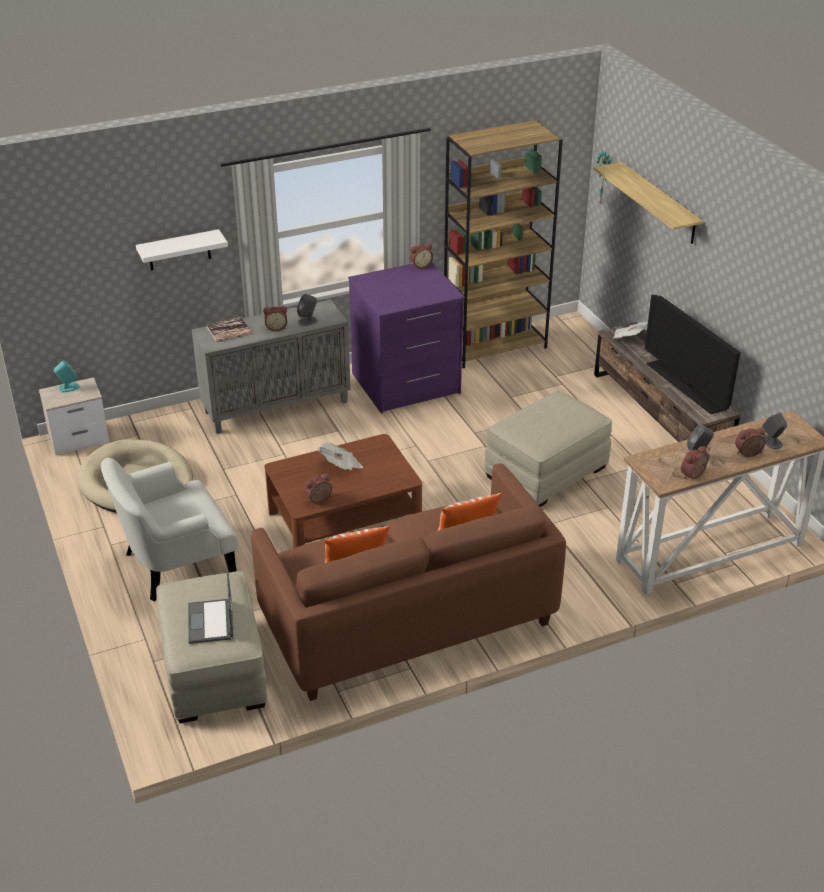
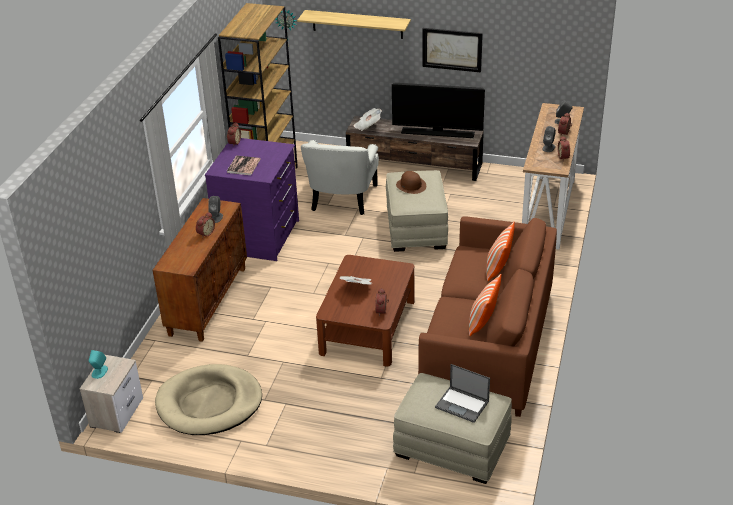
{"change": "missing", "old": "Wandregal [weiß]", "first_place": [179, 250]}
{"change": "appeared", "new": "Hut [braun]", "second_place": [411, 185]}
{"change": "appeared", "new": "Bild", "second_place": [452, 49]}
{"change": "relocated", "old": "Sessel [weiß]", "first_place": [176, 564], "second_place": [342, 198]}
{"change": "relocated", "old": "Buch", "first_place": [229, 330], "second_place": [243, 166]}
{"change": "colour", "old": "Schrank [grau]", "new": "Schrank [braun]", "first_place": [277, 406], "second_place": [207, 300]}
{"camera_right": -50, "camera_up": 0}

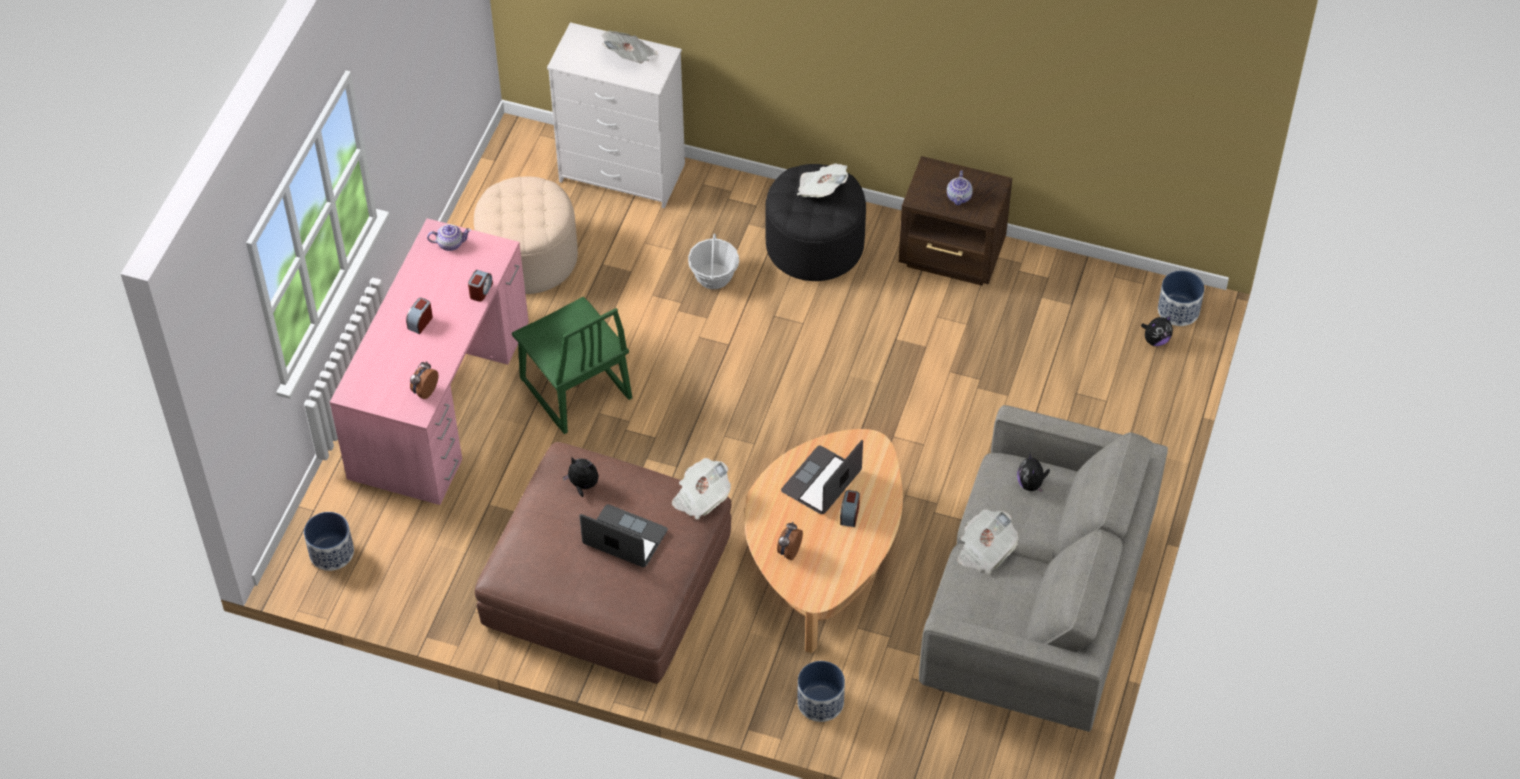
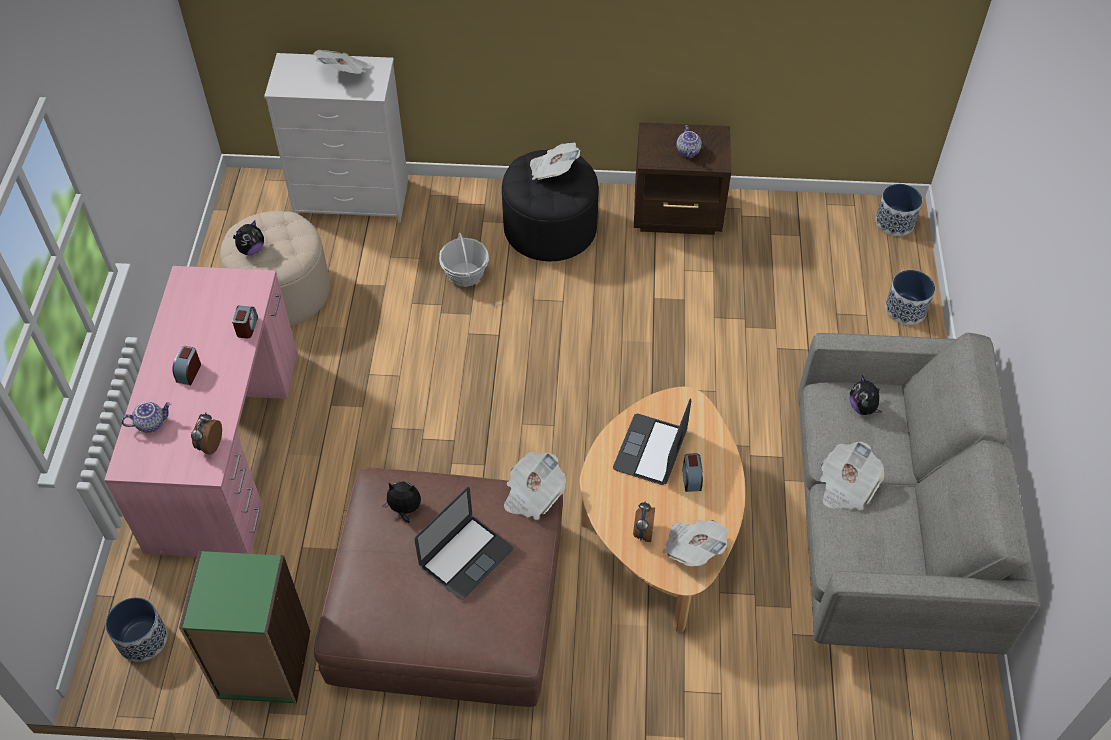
{"change": "missing", "old": "Stuhl [grün]", "first_place": [575, 390]}
{"change": "appeared", "new": "Bücherregal [grün]", "second_place": [264, 665]}
{"change": "appeared", "new": "Zeitung", "second_place": [693, 549]}
{"change": "relocated", "old": "Teekanne", "first_place": [450, 243], "second_place": [151, 423]}
{"change": "relocated", "old": "Pflanzkübel", "first_place": [821, 702], "second_place": [906, 309]}
{"change": "relocated", "old": "Plüschtier", "first_place": [1155, 340], "second_place": [251, 249]}
{"change": "spun", "old": "Laptop", "first_place": [625, 537], "second_place": [466, 557], "degrees": 120}
{"camera_right": -15, "camera_up": 0}

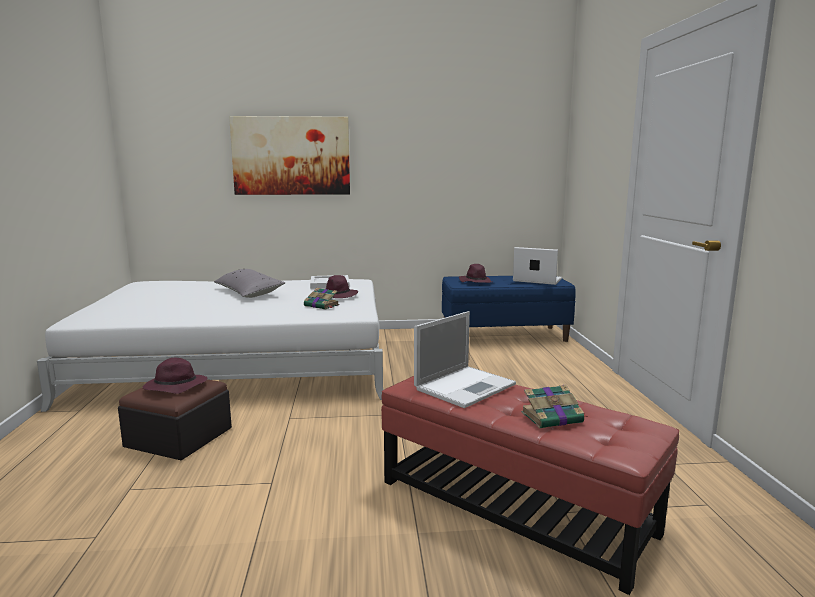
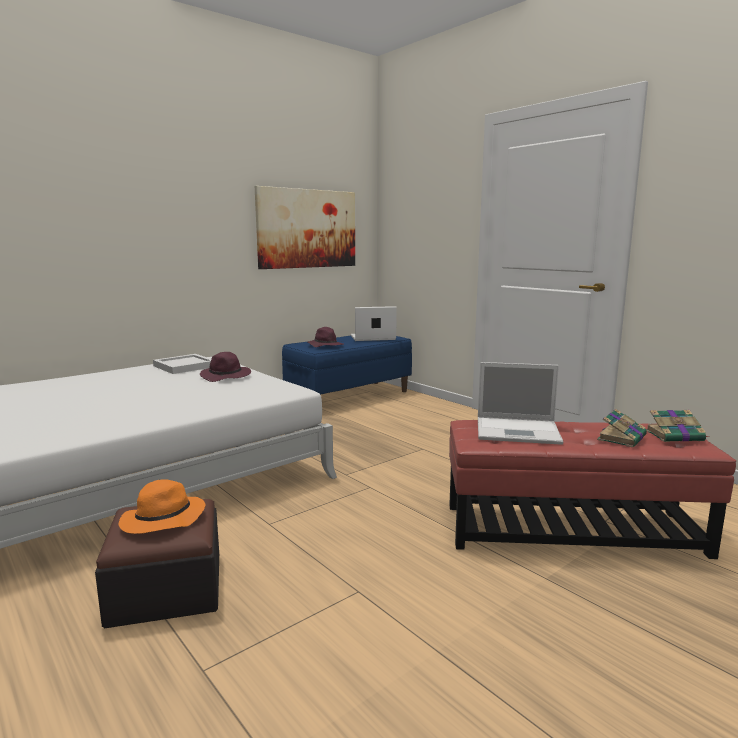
{"change": "missing", "old": "Kissen [grau]", "first_place": [248, 292]}
{"change": "relocated", "old": "Bild", "first_place": [291, 156], "second_place": [307, 229]}
{"change": "relocated", "old": "Buch", "first_place": [322, 305], "second_place": [676, 436]}
{"change": "colour", "old": "Hut [lila]", "new": "Hut [orange]", "first_place": [174, 387], "second_place": [162, 520]}
{"change": "spun", "old": "Laptop", "first_place": [466, 386], "second_place": [519, 431], "degrees": 90}
{"camera_right": -35, "camera_up": 0}

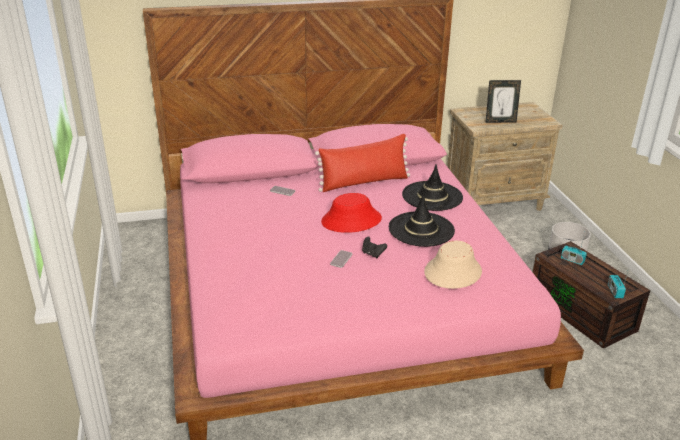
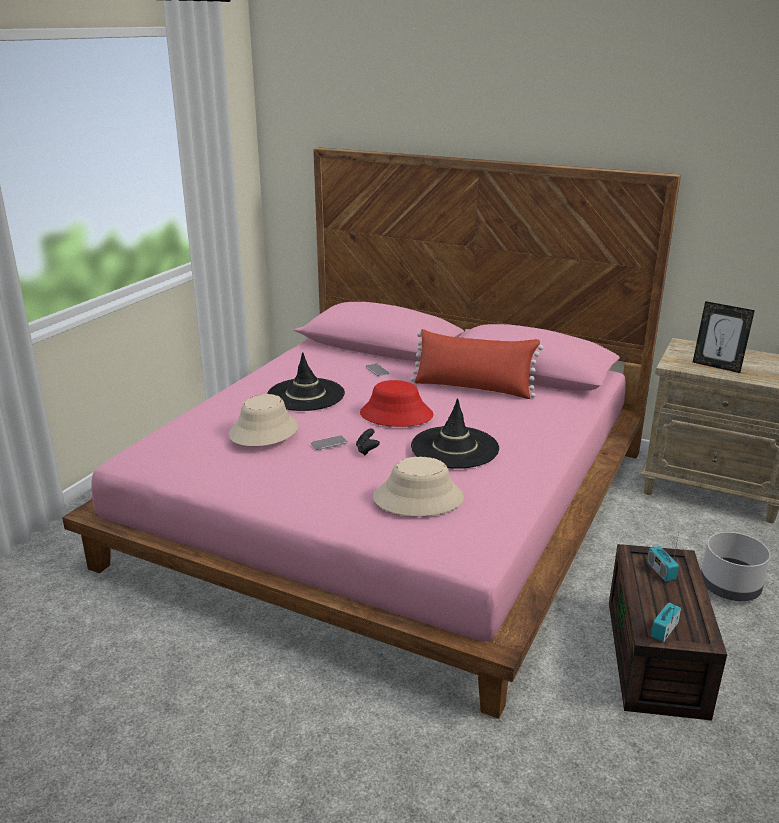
{"change": "appeared", "new": "Hut [beige]", "second_place": [263, 431]}
{"change": "relocated", "old": "Hut [schwarz]", "first_place": [432, 196], "second_place": [306, 395]}
{"camera_right": 40, "camera_up": -5}

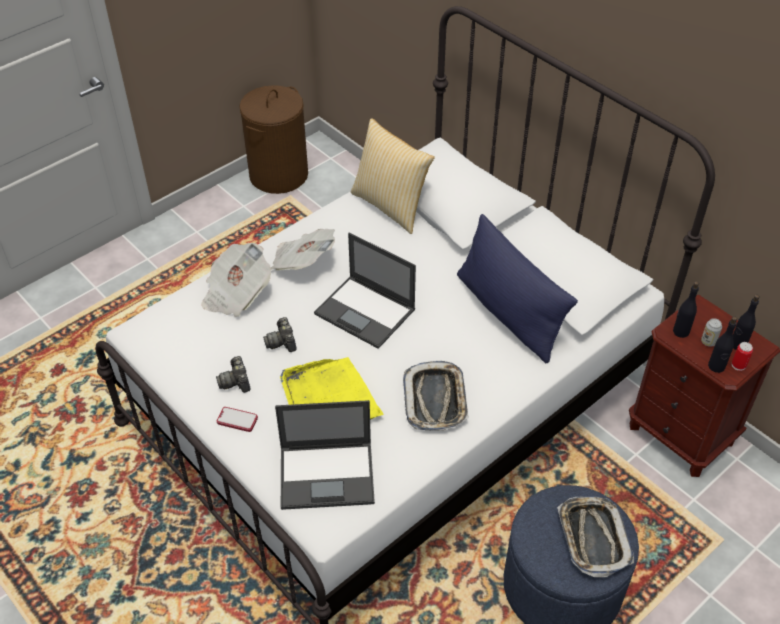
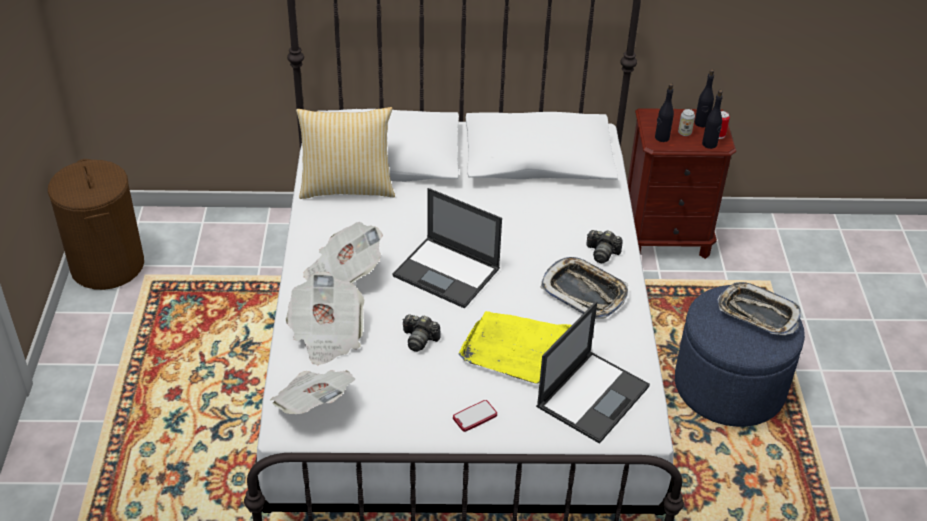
{"change": "missing", "old": "Kissen [blau]", "first_place": [508, 313]}
{"change": "appeared", "new": "Zeitung", "second_place": [313, 404]}
{"change": "relocated", "old": "Kamera", "first_place": [236, 381], "second_place": [602, 253]}
{"change": "spun", "old": "Laptop", "first_place": [366, 312], "second_place": [447, 273], "degrees": 45}
{"camera_right": -50, "camera_up": -5}

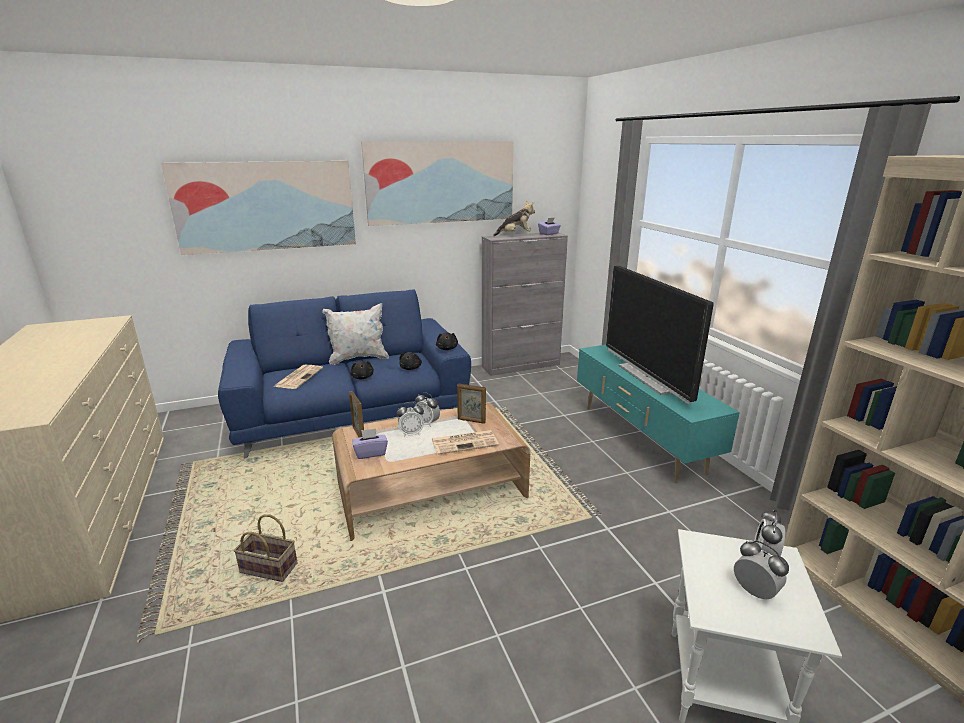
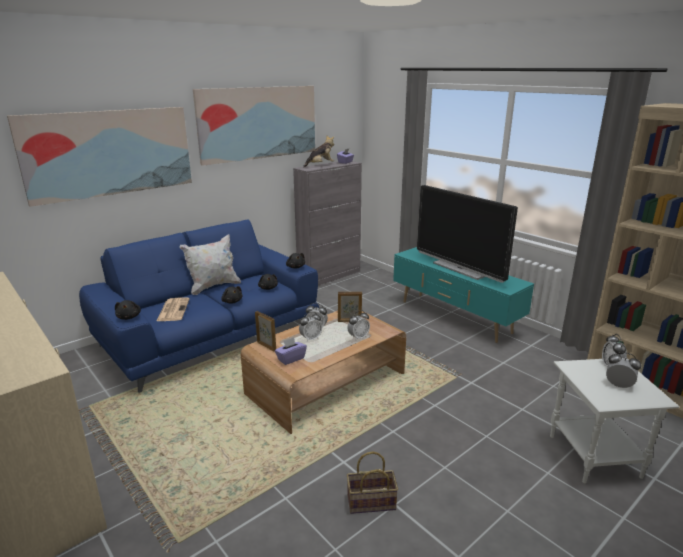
{"change": "appeared", "new": "Plüschtier [schwarz]", "second_place": [129, 317]}
{"change": "relocated", "old": "Korb", "first_place": [267, 569], "second_place": [370, 503]}
{"change": "exchanged", "old": "Zeitung", "new": "Wecker", "first_place": [465, 442], "second_place": [358, 337]}
{"camera_right": -20, "camera_up": 0}

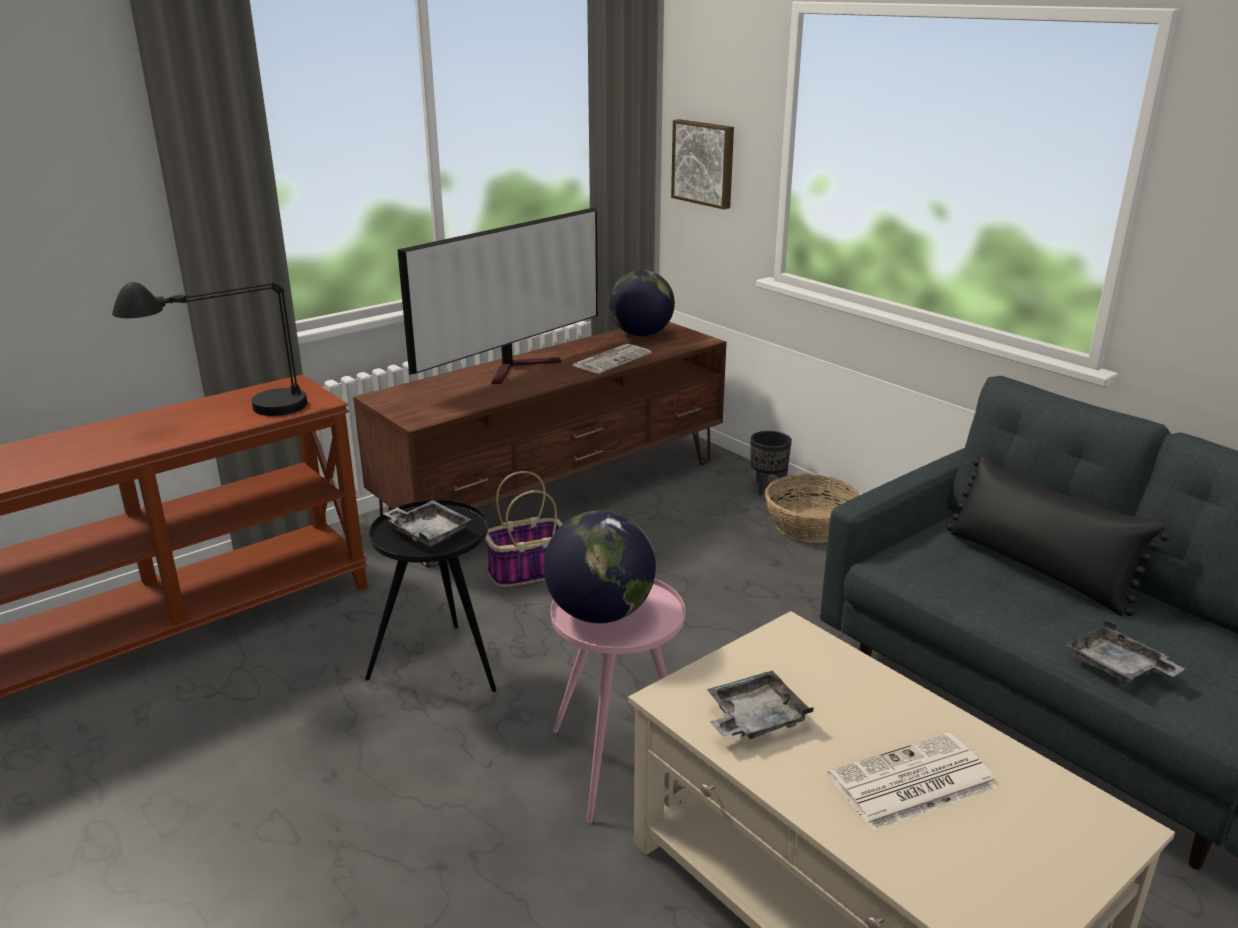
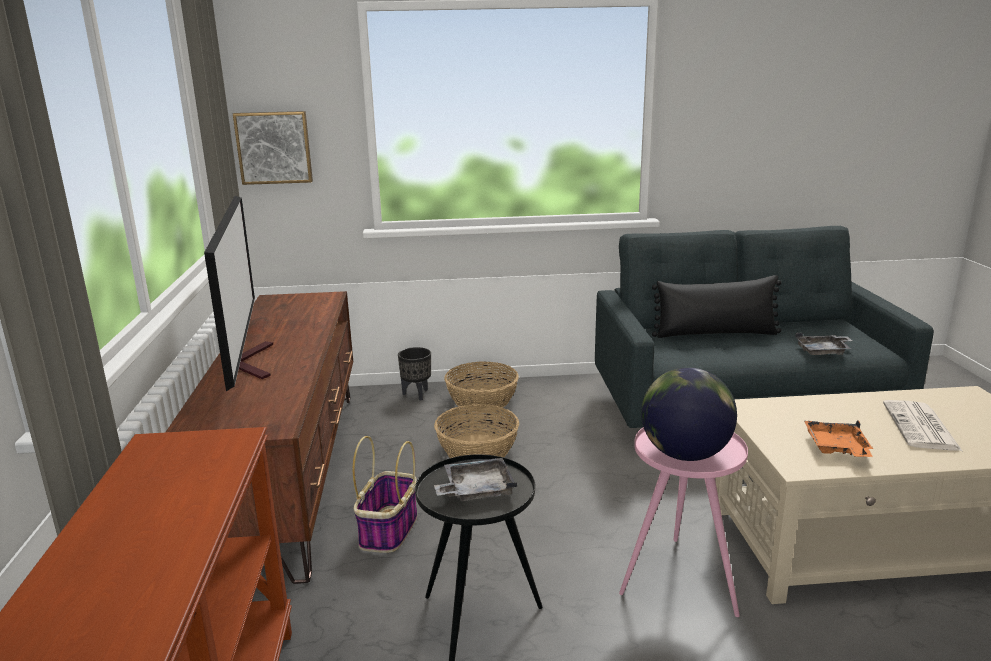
{"change": "missing", "old": "Tischlampe [schwarz]", "first_place": [232, 416]}
{"change": "missing", "old": "Zeitung", "first_place": [612, 359]}
{"change": "missing", "old": "Globus", "first_place": [641, 334]}
{"change": "appeared", "new": "Korb", "second_place": [477, 449]}
{"change": "colour", "old": "Tablett [grau]", "new": "Tablett [orange]", "first_place": [754, 718], "second_place": [836, 448]}
{"camera_right": -55, "camera_up": -5}

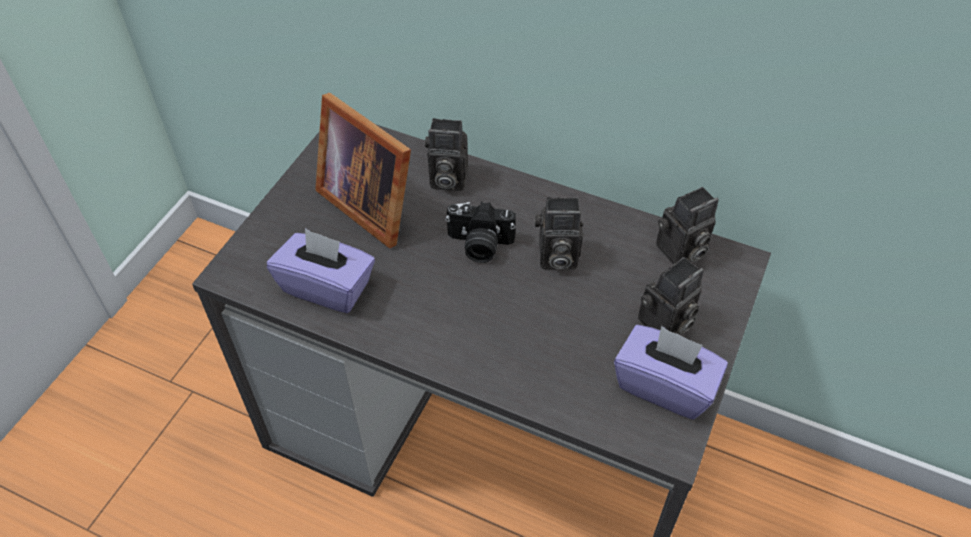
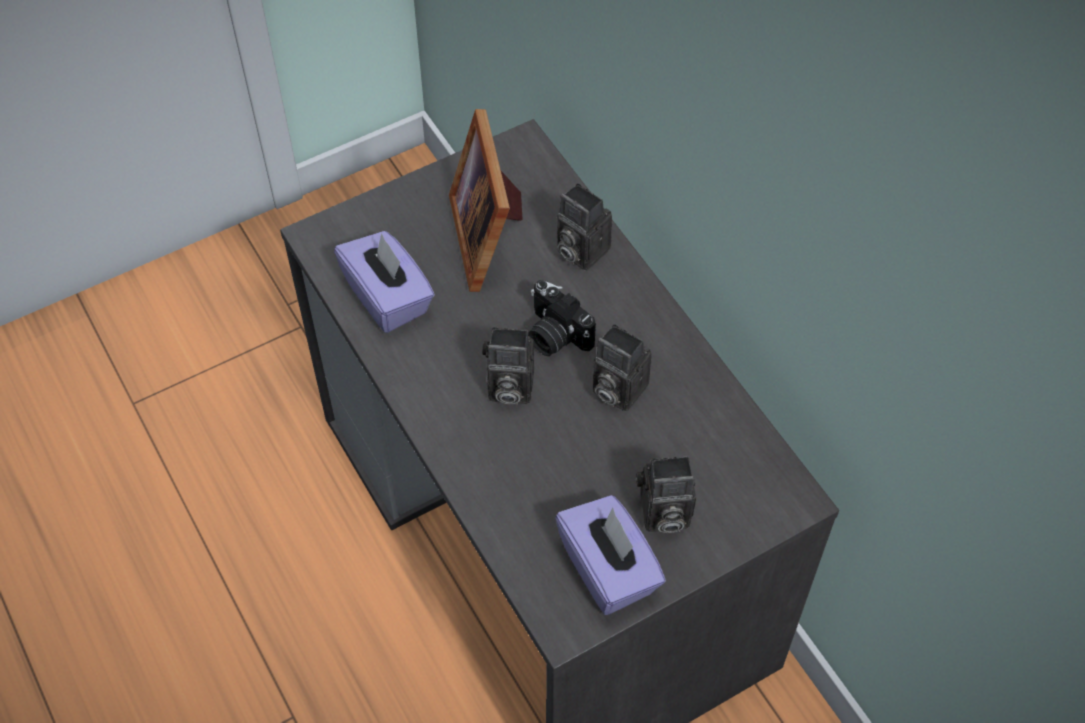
{"change": "relocated", "old": "Kamera", "first_place": [680, 252], "second_place": [508, 388]}
{"camera_right": 35, "camera_up": 5}

